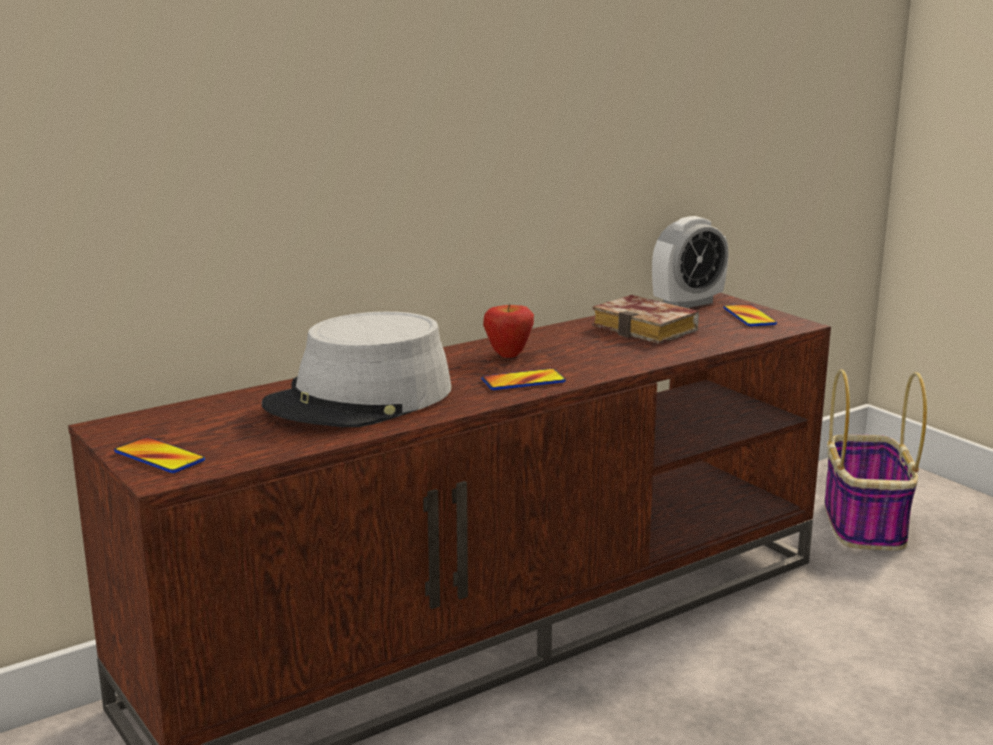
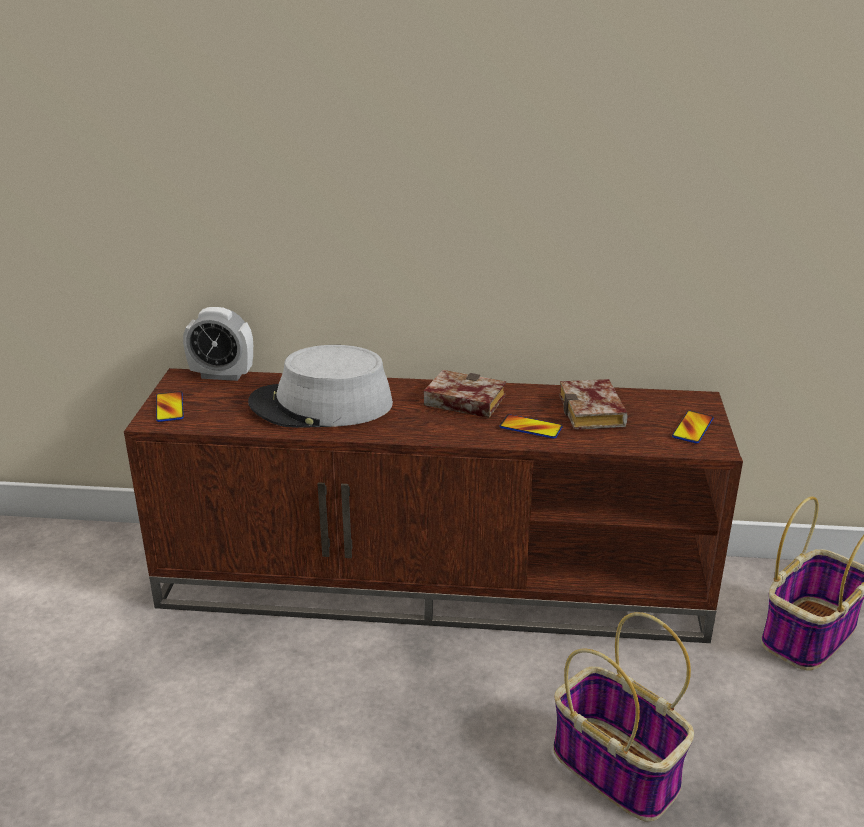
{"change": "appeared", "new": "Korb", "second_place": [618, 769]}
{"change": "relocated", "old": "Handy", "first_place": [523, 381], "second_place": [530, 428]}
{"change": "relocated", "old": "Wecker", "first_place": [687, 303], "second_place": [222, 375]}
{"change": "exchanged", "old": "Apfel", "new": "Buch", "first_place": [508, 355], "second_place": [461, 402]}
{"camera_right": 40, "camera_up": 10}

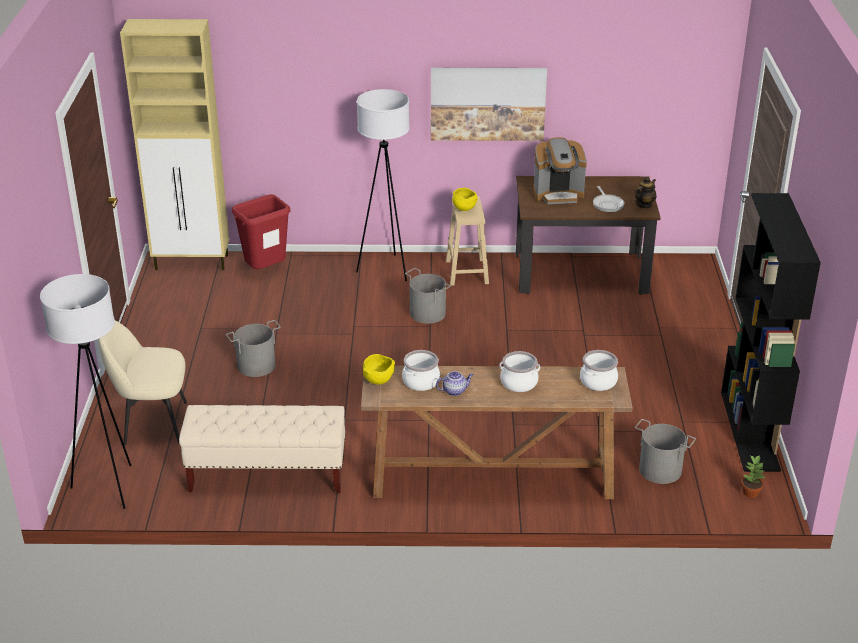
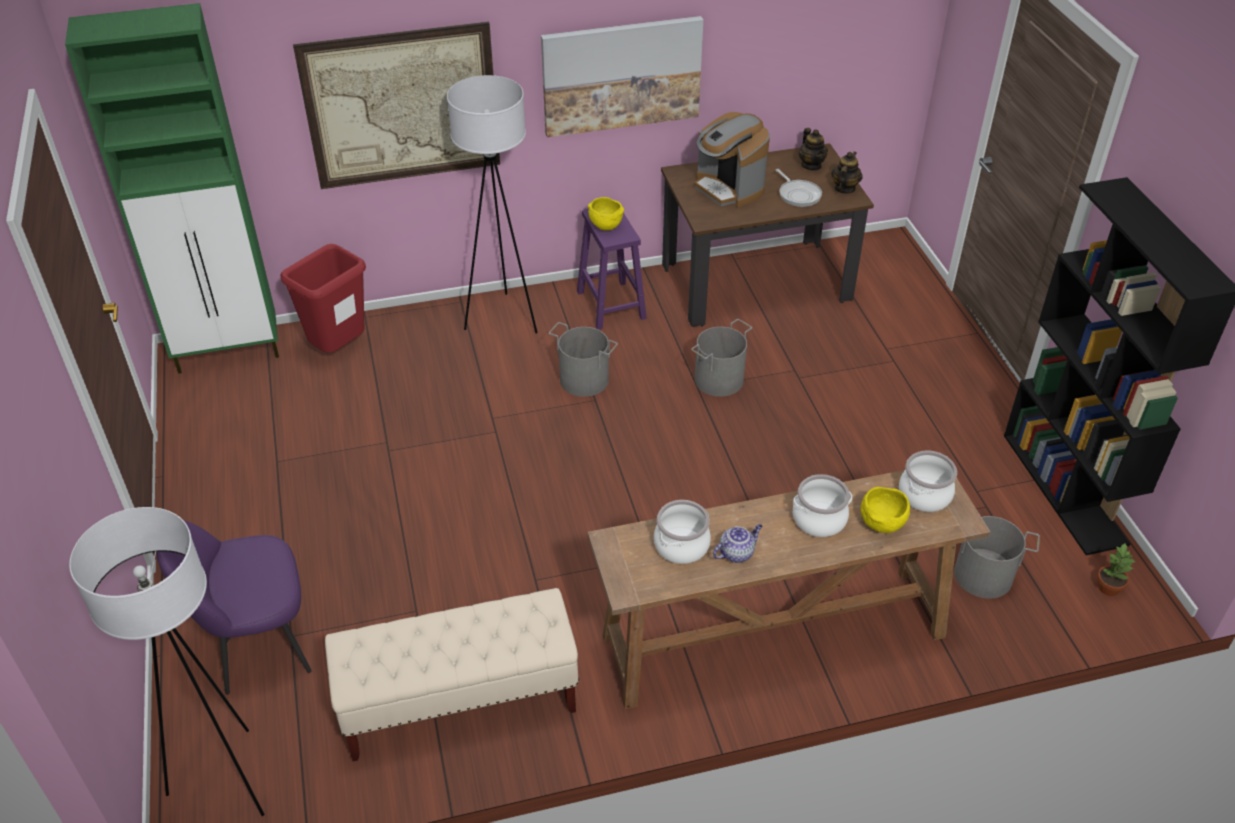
{"change": "appeared", "new": "Bild", "second_place": [402, 106]}
{"change": "appeared", "new": "Teekanne", "second_place": [811, 165]}
{"change": "relocated", "old": "Eimer [grau]", "first_place": [256, 365], "second_place": [718, 379]}
{"change": "relocated", "old": "Schüssel [gelb]", "first_place": [379, 380], "second_place": [882, 523]}
{"change": "colour", "old": "Stuhl [beige]", "new": "Stuhl [lila]", "first_place": [153, 423], "second_place": [258, 644]}
{"change": "colour", "old": "Schrank [beige]", "new": "Schrank [grün]", "first_place": [193, 262], "second_place": [230, 352]}
{"change": "colour", "old": "Hocker [beige]", "new": "Hocker [lila]", "first_place": [466, 271], "second_place": [610, 304]}
{"change": "spun", "old": "Kaffeemaschine", "first_place": [558, 194], "second_place": [728, 188], "degrees": 75}
{"camera_right": -15, "camera_up": 10}

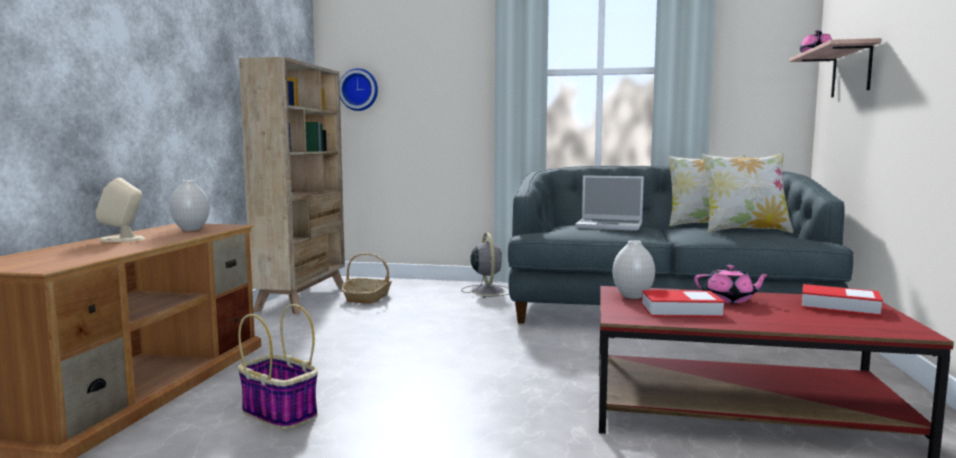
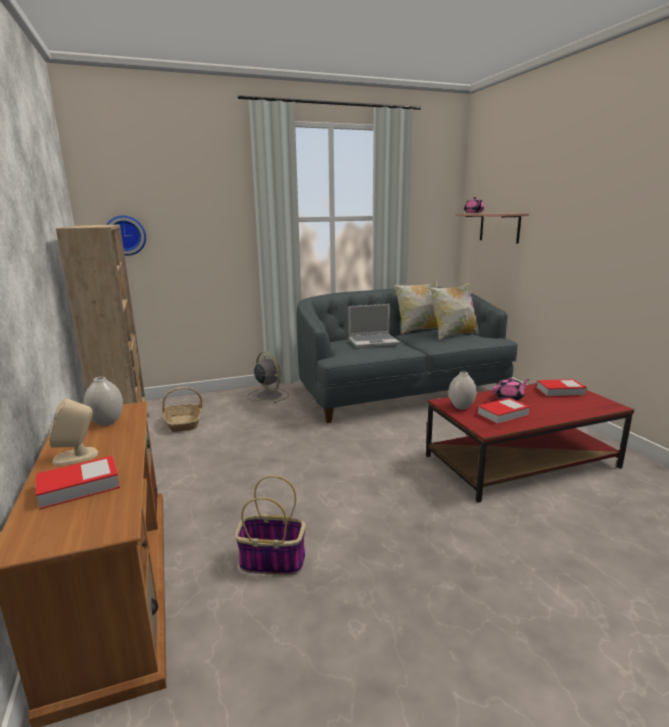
{"change": "appeared", "new": "Buch", "second_place": [79, 487]}
{"camera_right": -30, "camera_up": 10}

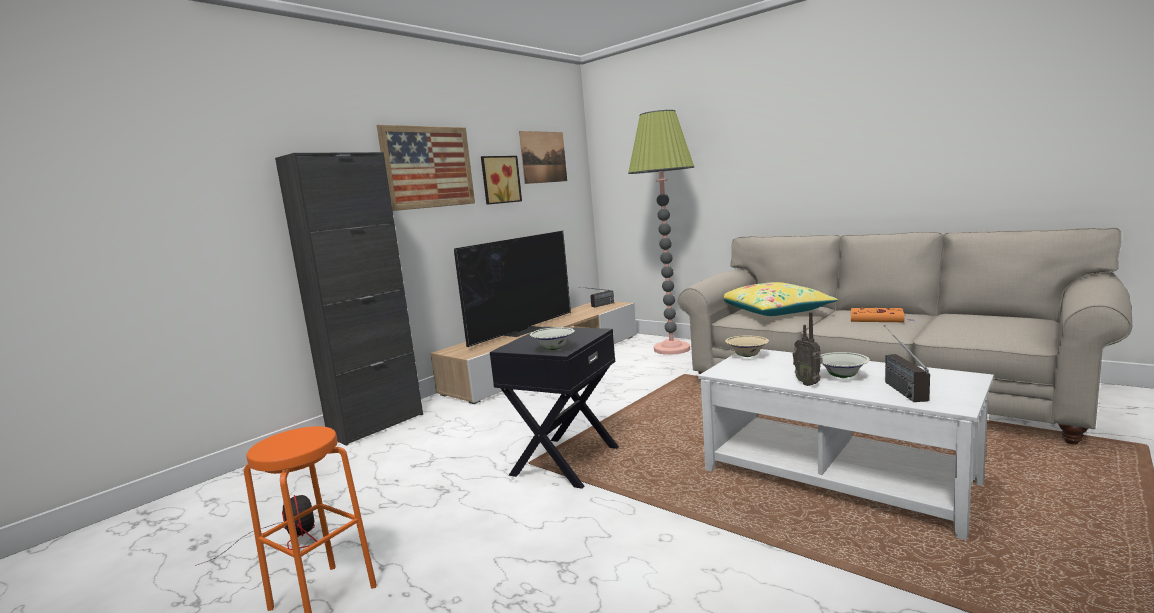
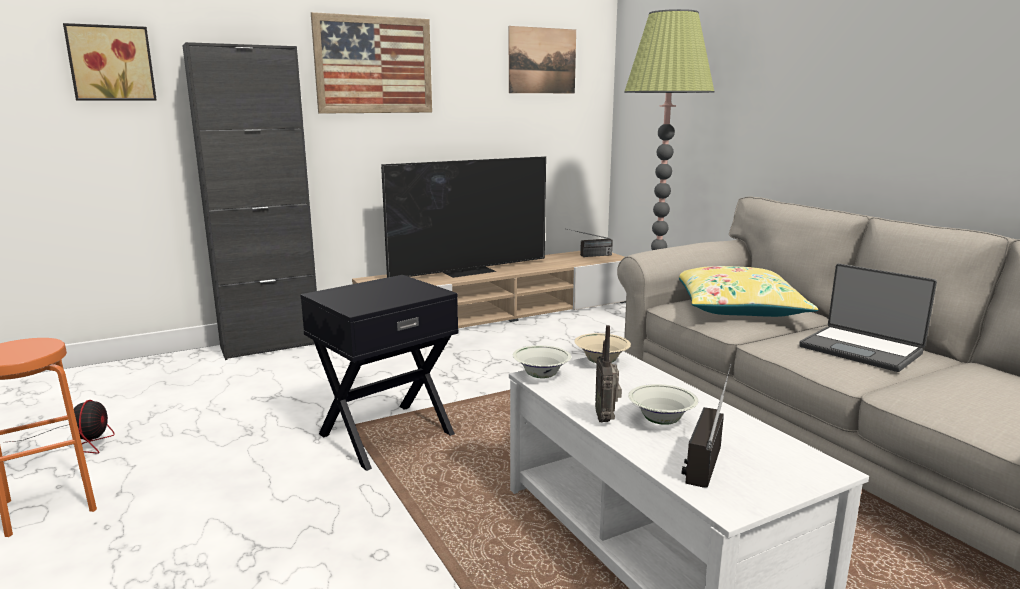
{"change": "relocated", "old": "Bild", "first_place": [499, 179], "second_place": [111, 63]}
{"change": "relocated", "old": "Schüssel [weiß]", "first_place": [553, 349], "second_place": [541, 376]}
{"change": "exchanged", "old": "Buch [orange]", "new": "Laptop", "first_place": [878, 319], "second_place": [861, 349]}
{"camera_right": 20, "camera_up": 5}

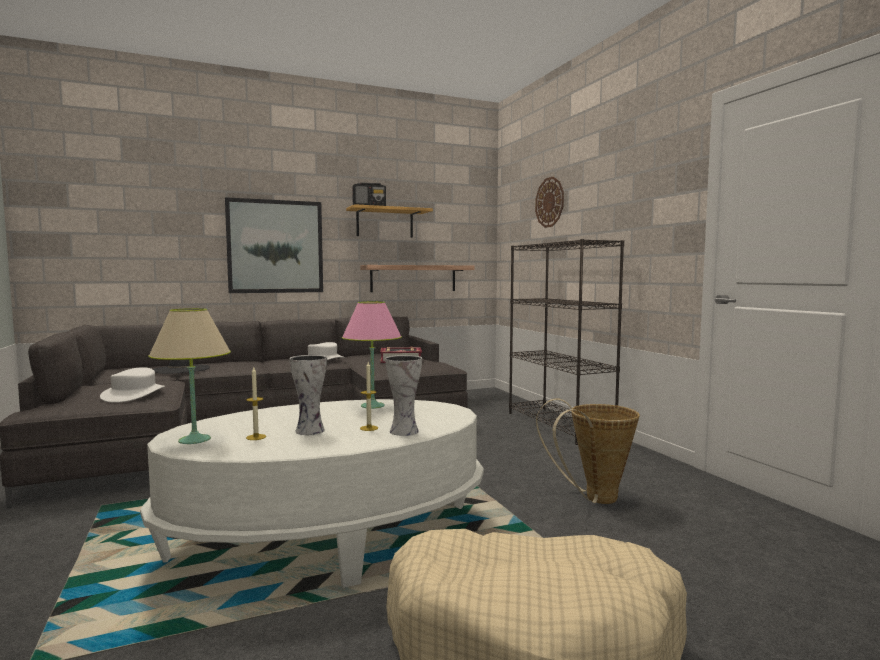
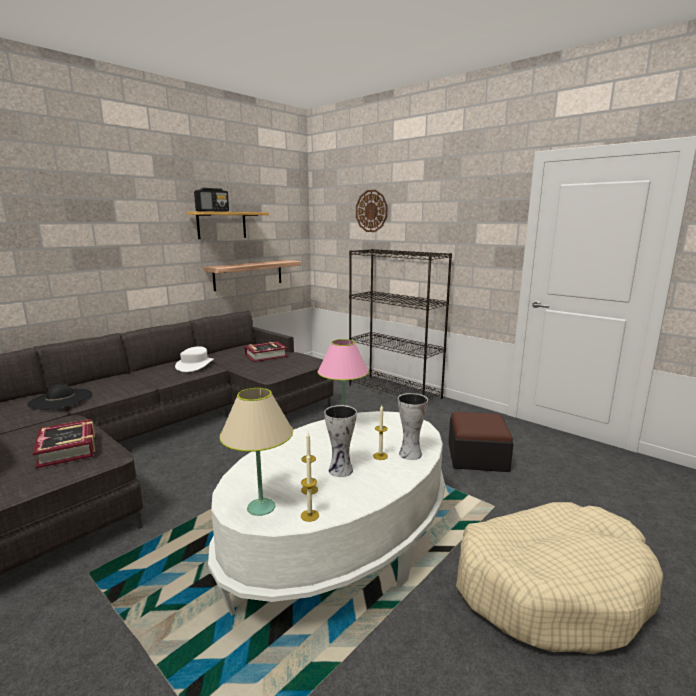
{"change": "missing", "old": "Bild", "first_place": [275, 246]}
{"change": "appeared", "new": "Kerze", "second_place": [309, 515]}
{"change": "exchanged", "old": "Hut [weiß]", "new": "Buch", "first_place": [134, 394], "second_place": [67, 449]}
{"change": "exchanged", "old": "Korb", "new": "Polsterhocker", "first_place": [594, 499], "second_place": [477, 456]}
{"camera_right": -25, "camera_up": 10}

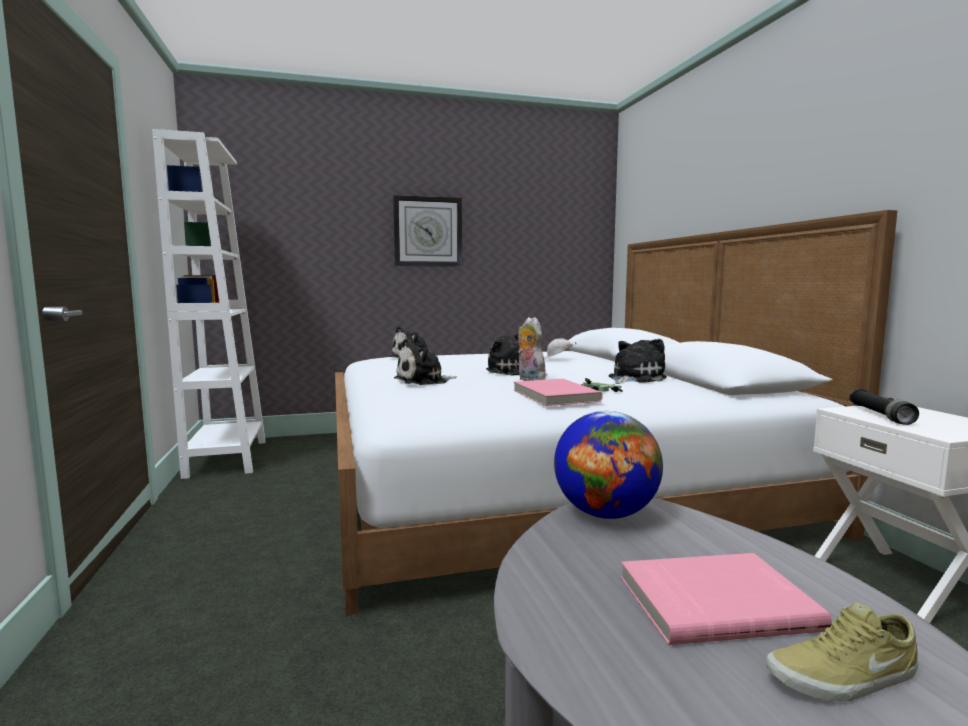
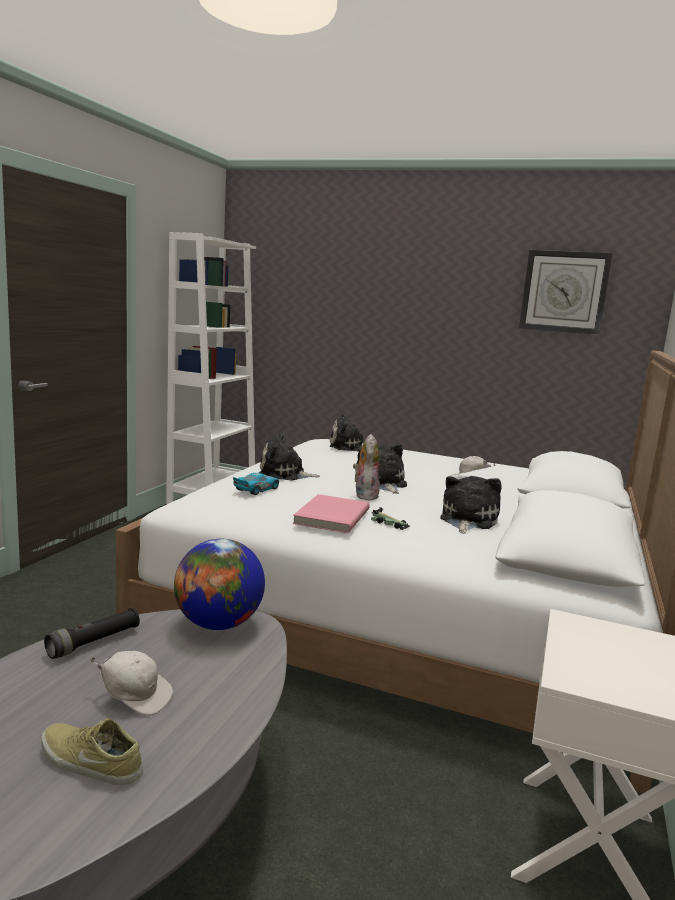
{"change": "appeared", "new": "Spielzeugauto", "second_place": [256, 489]}
{"change": "relocated", "old": "Wanduhr", "first_place": [428, 232], "second_place": [564, 292]}
{"change": "relocated", "old": "Taschenlampe [schwarz]", "first_place": [880, 415], "second_place": [94, 642]}
{"change": "exchanged", "old": "Buch [rosa]", "new": "Kappe [weiß]", "first_place": [714, 601], "second_place": [135, 698]}
{"change": "spun", "old": "Plüschtier", "first_place": [634, 378], "second_place": [467, 520], "degrees": -60}
{"camera_right": 35, "camera_up": 5}

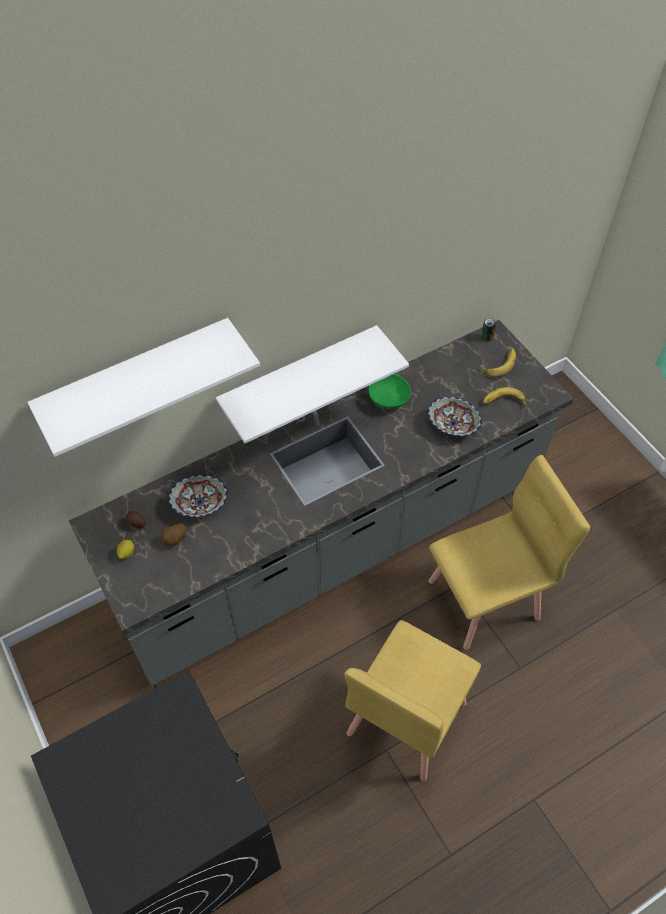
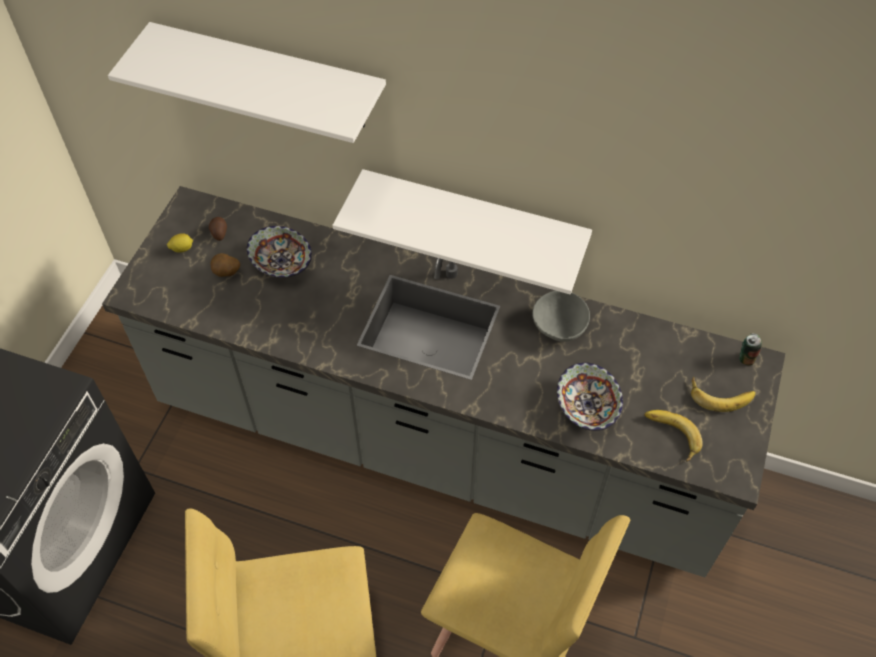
{"change": "colour", "old": "Schüssel [grün]", "new": "Schüssel [grau]", "first_place": [388, 399], "second_place": [558, 325]}
{"camera_right": 50, "camera_up": 0}

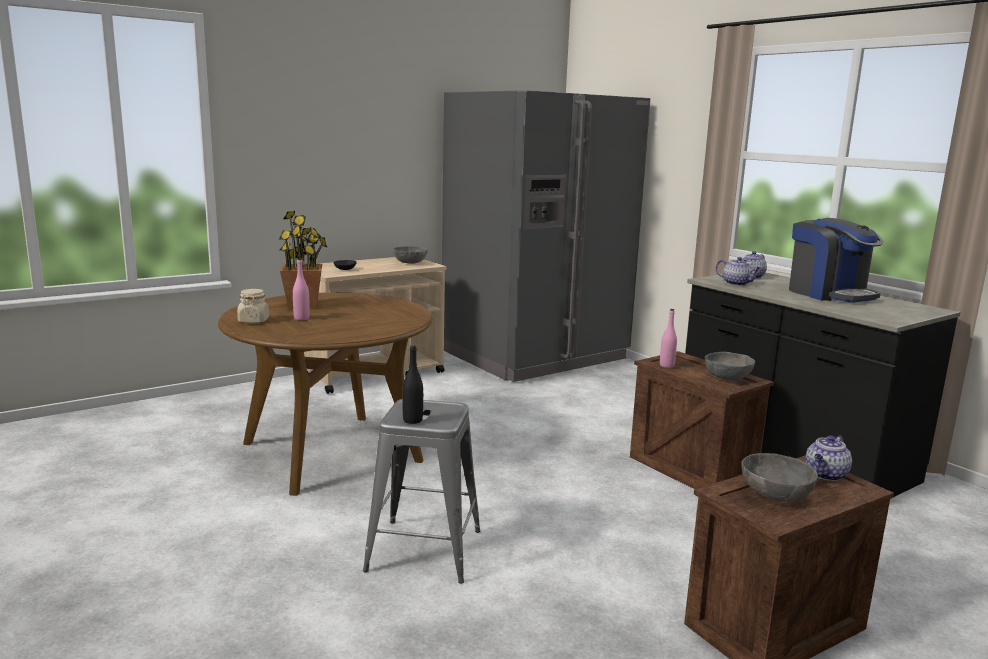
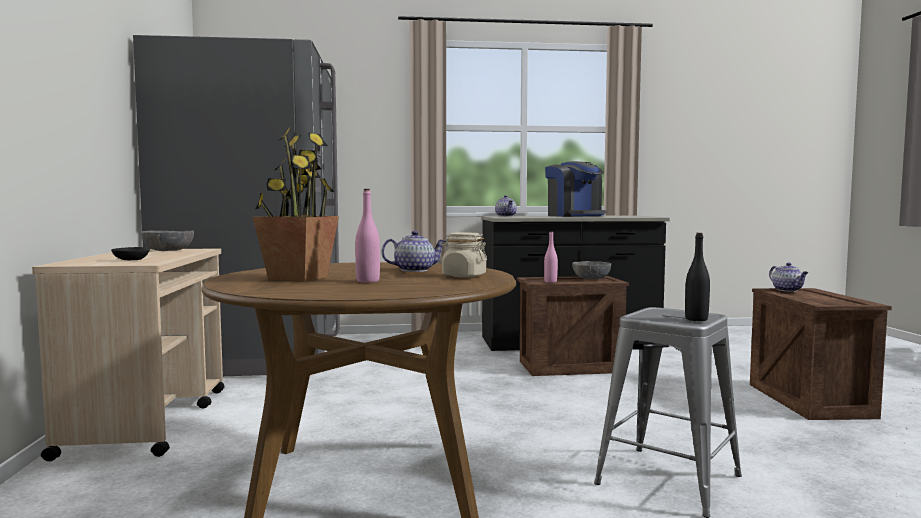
{"change": "missing", "old": "Schüssel [grau]", "first_place": [775, 494]}
{"change": "relocated", "old": "Vorratsglas [beige]", "first_place": [253, 321], "second_place": [463, 276]}
{"change": "relocated", "old": "Teekanne", "first_place": [736, 283], "second_place": [414, 270]}
{"change": "spun", "old": "Kaffeemaschine", "first_place": [829, 294], "second_place": [575, 216], "degrees": 60}
{"camera_right": -60, "camera_up": -10}

